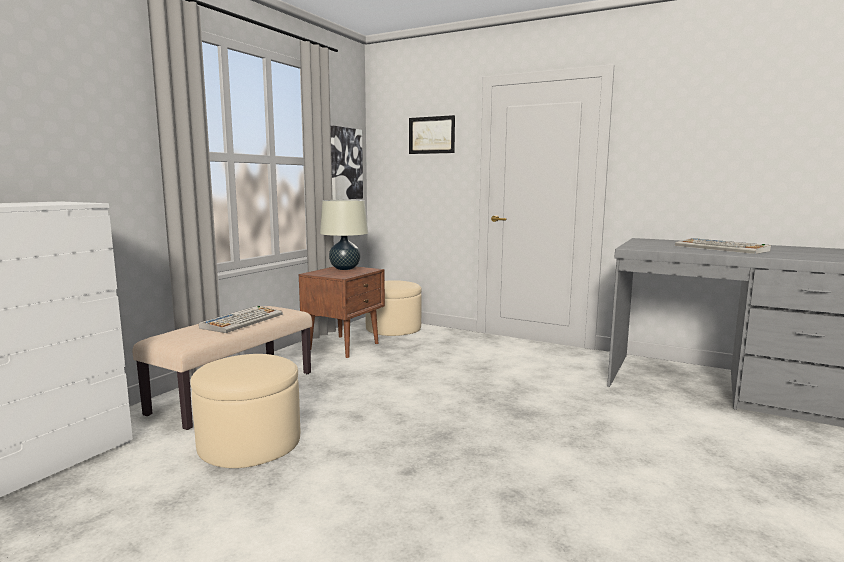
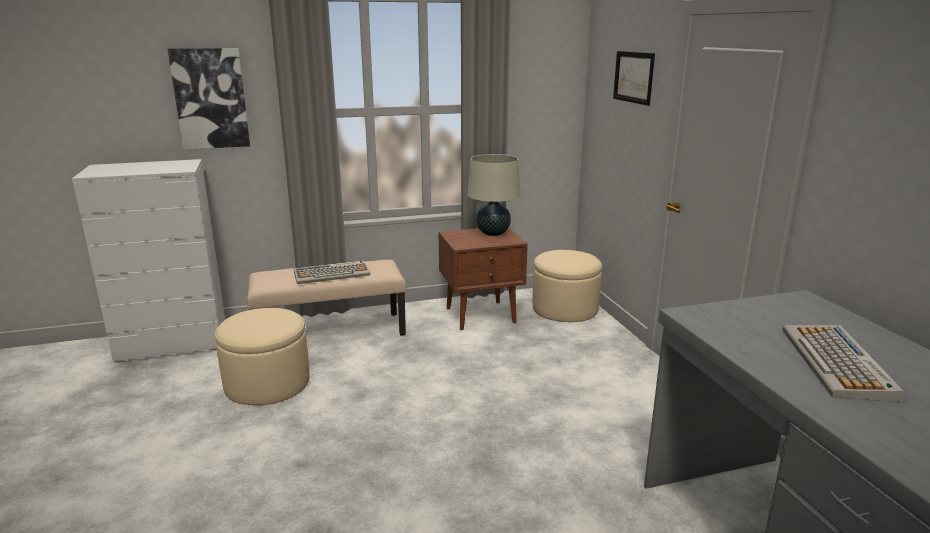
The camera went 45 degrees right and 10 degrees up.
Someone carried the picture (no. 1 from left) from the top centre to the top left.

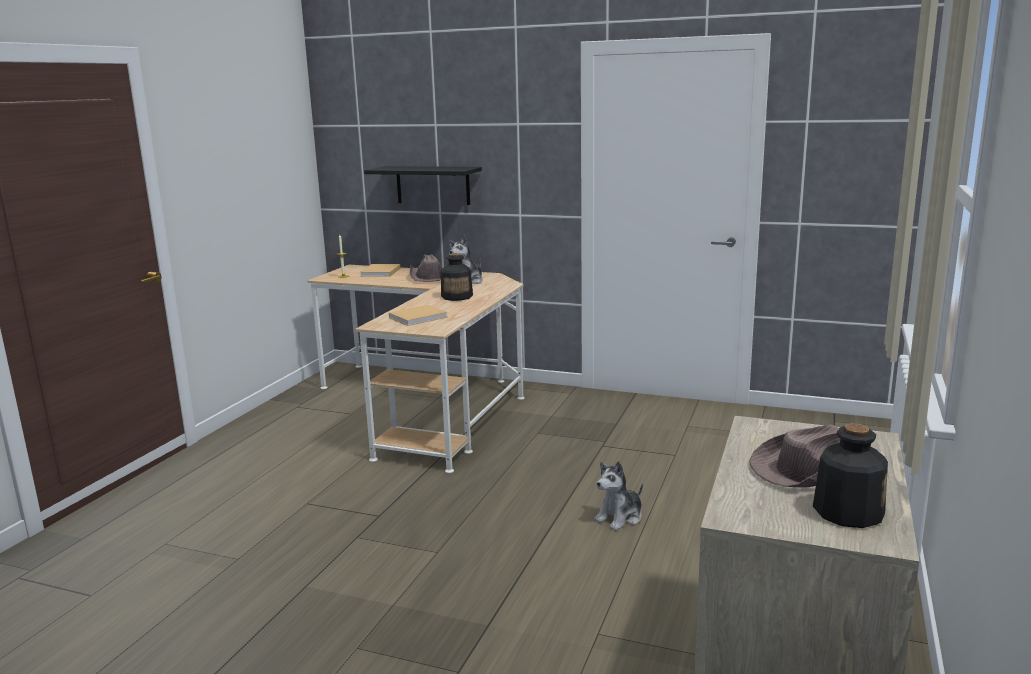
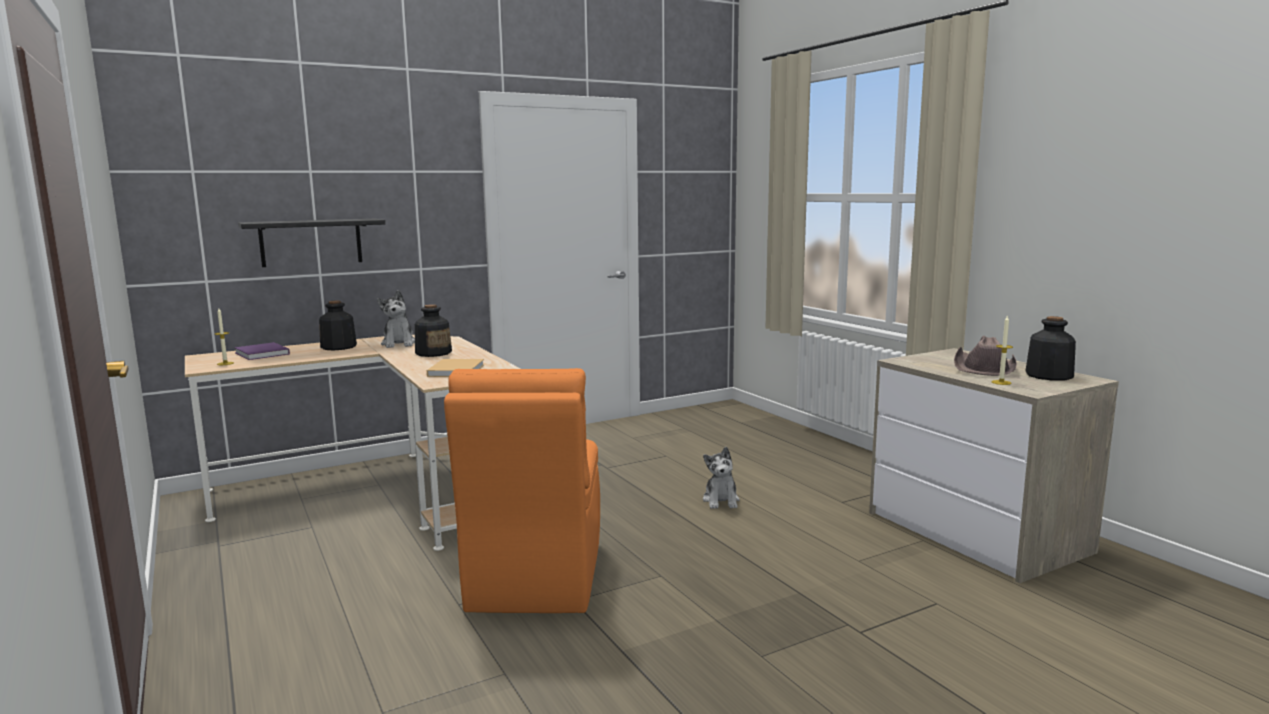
The camera went 50 degrees left and 5 degrees down.
Someone repainted the beige book (no. 1 from left) at the centre, which became the purple book at the middle left.
Someone swapped the brown hat (no. 1 from left) at the centre for the bottle (no. 1 from left) at the middle left.
Someone put down the orange chair at the bottom centre.
Someone put down the candle (no. 2 from left) at the middle right.

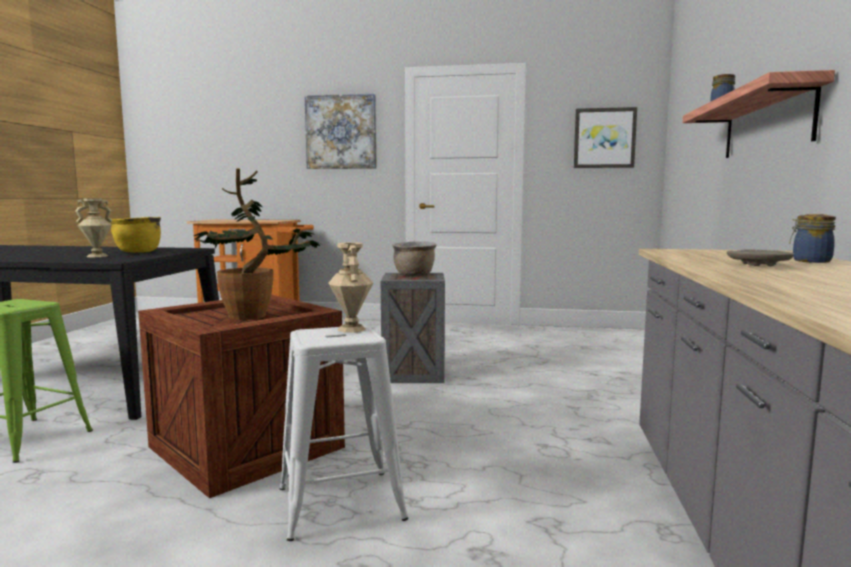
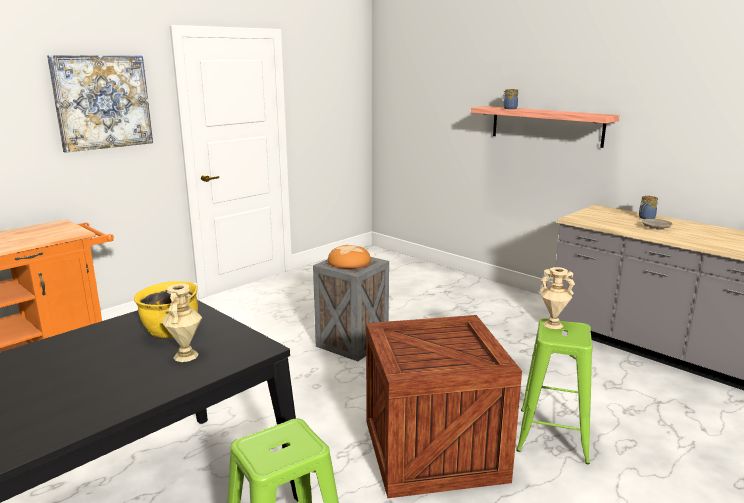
The camera went 55 degrees left and 10 degrees up.
Someone swapped the brown cooking pot at the centre for the bread at the centre.
Someone repainted the white stool at the bottom centre, which became the green stool (no. 2 from left) at the bottom right.
Someone took away the potted plant at the middle left.
Someone took away the picture (no. 2 from left) at the top right.

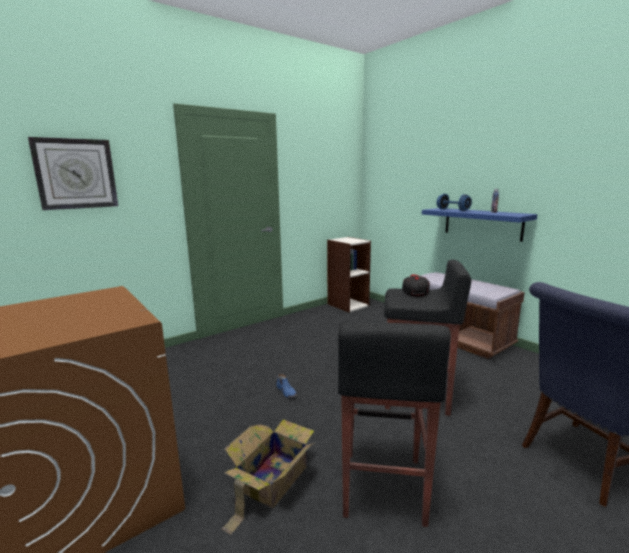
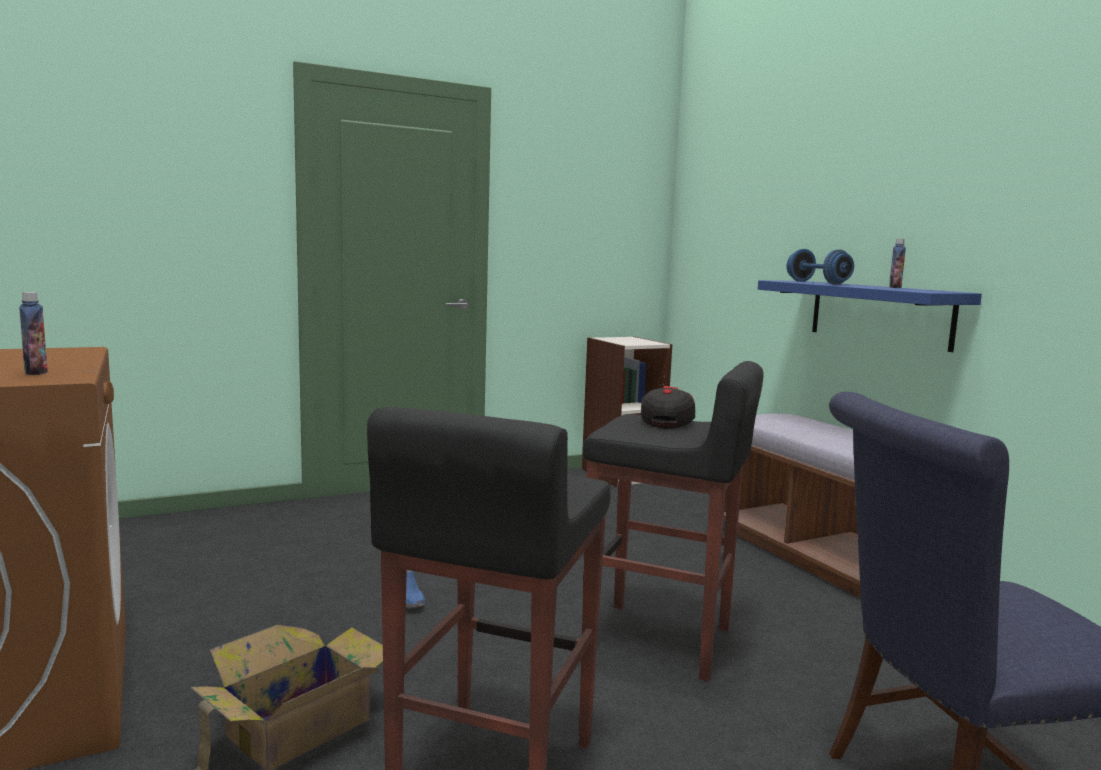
The camera went 10 degrees right and 5 degrees down.
Someone put down the bottle (no. 1 from left) at the middle left.
Someone took away the wall clock at the top left.

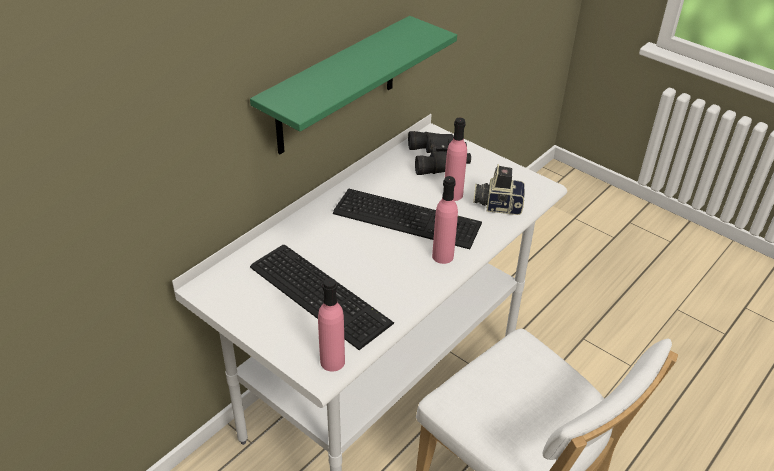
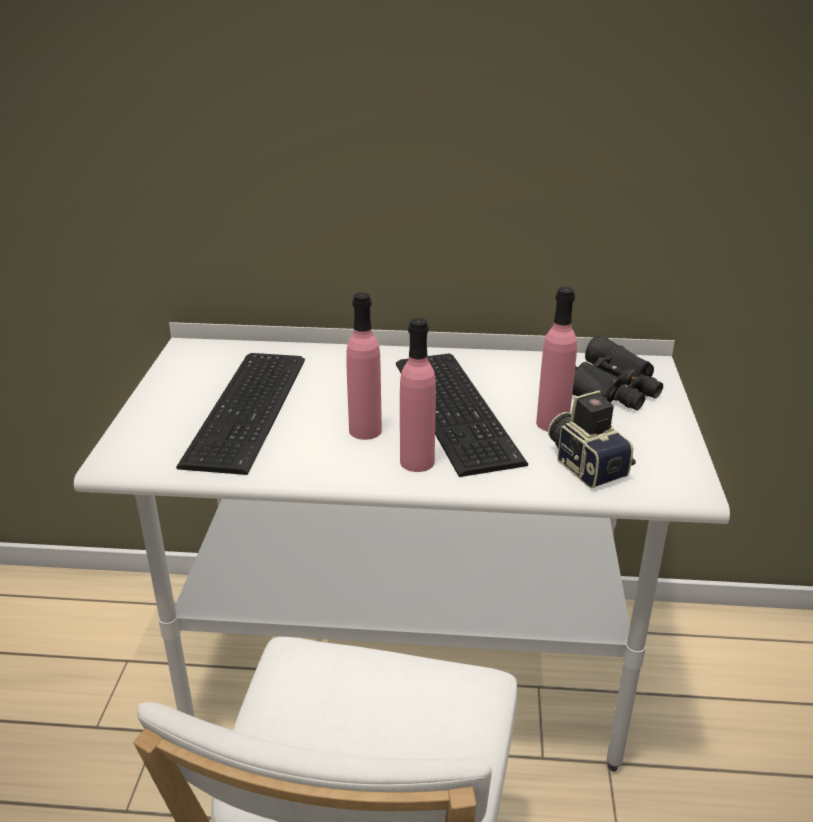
The camera went 55 degrees right and 10 degrees down.
Someone carried the pink bottle (no. 1 from left) from the bottom centre to the centre.
Someone took away the green shelf at the top centre.

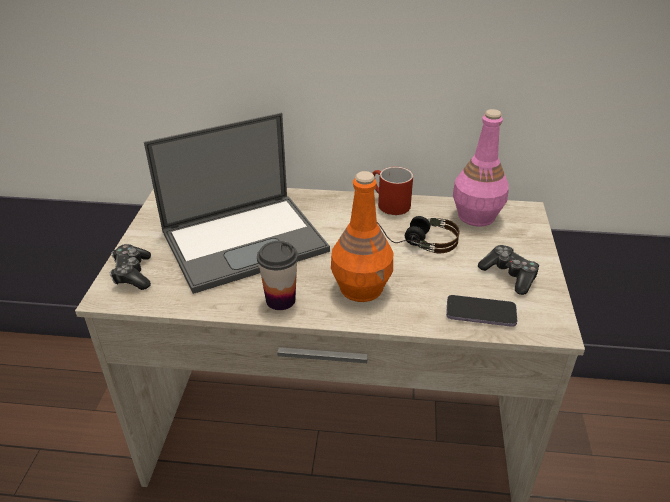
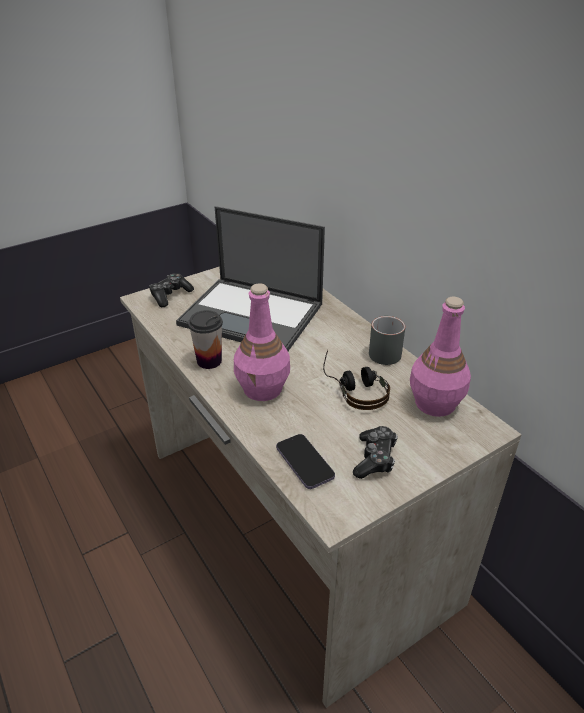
The camera went 50 degrees right and 0 degrees up.
Someone repainted the orange bottle at the centre, which became the pink bottle (no. 1 from left) at the centre.
Someone repainted the red mug at the centre, which became the grey mug at the centre.

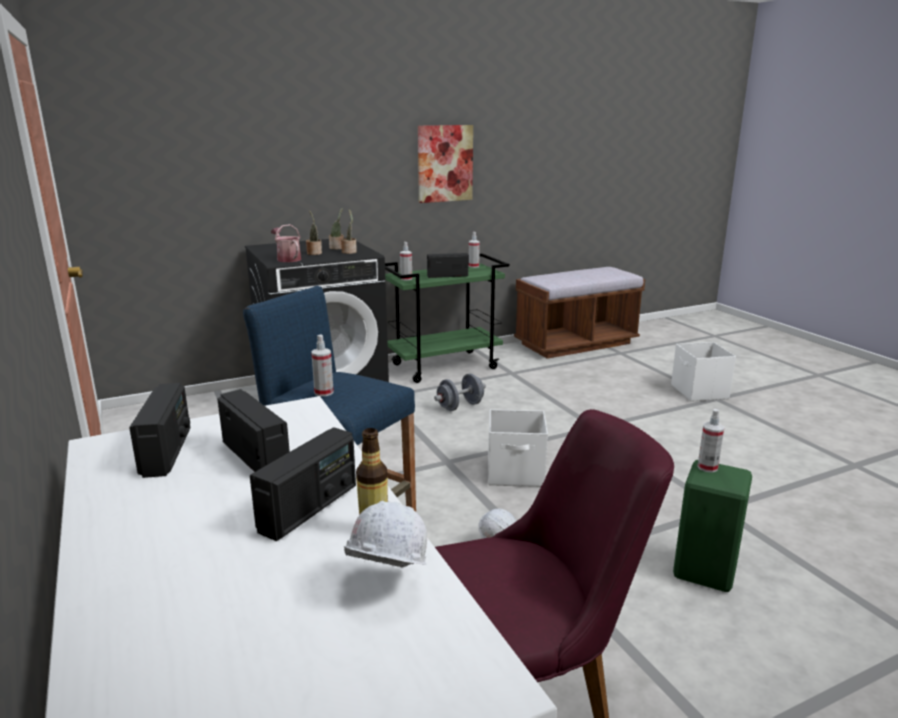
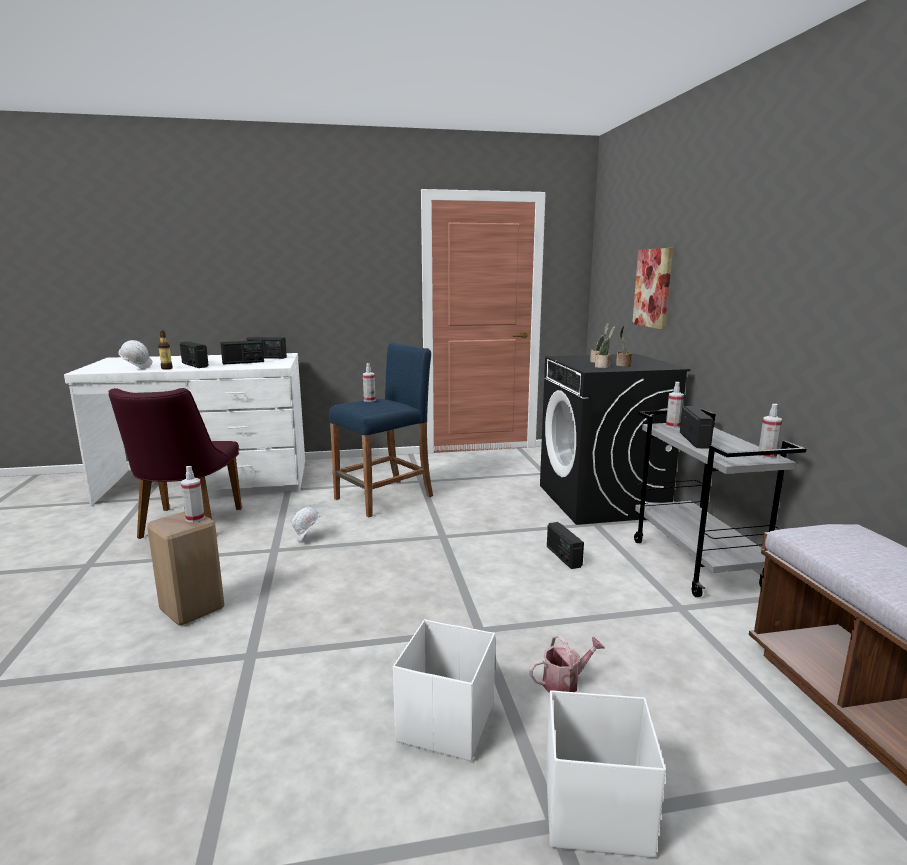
The camera went 105 degrees right and 5 degrees down.
Someone repainted the green stool at the bottom right, which became the beige stool at the middle left.
Someone carried the white storage box (no. 1 from left) from the centre to the bottom centre.
Someone carried the watering can from the middle left to the bottom centre.
Someone swapped the grey dumbbell at the centre for the radio (no. 4 from left) at the centre.
Someone carried the picture from the top centre to the middle right.
Someone repainted the green cart at the centre, which became the grey cart at the middle right.

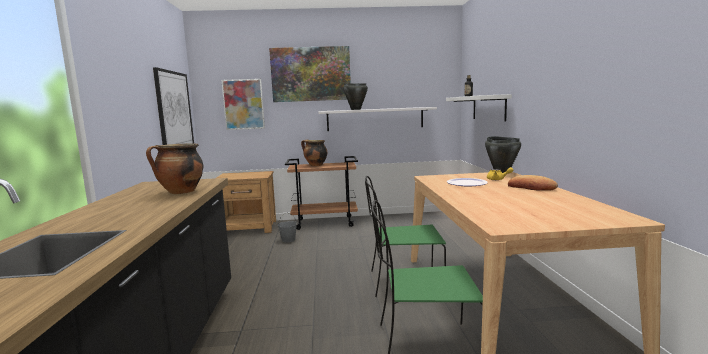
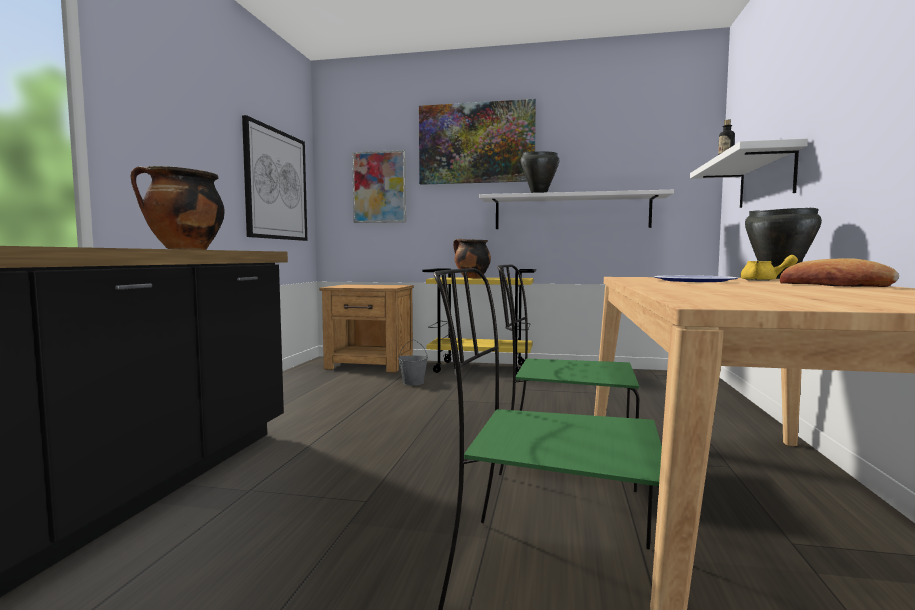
The camera went 15 degrees right and 5 degrees down.
Someone repainted the brown cart at the centre, which became the yellow cart at the centre.

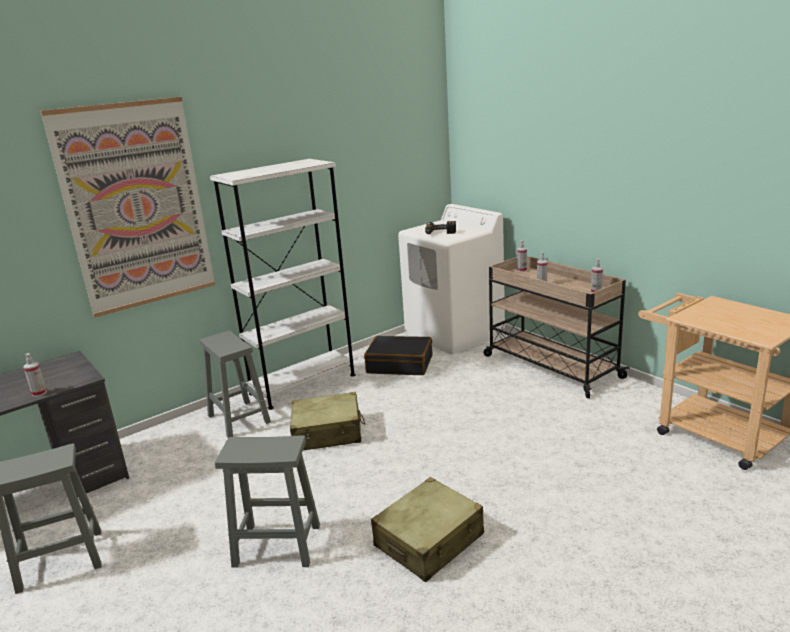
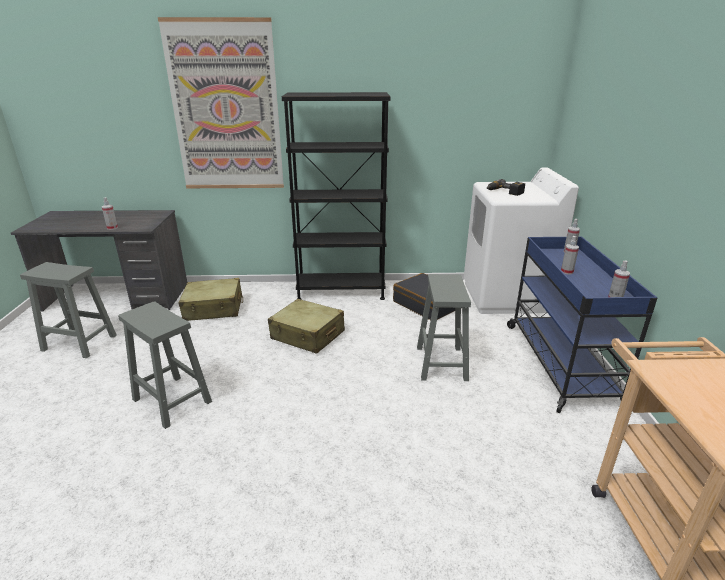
The camera went 35 degrees right and 5 degrees up.
Someone carried the beige suitcase (no. 2 from left in the first image) from the bottom centre to the middle left.
Someone repainted the white bookcase at the centre, which became the black bookcase at the centre.
Someone carried the grey stool (no. 2 from left in the first image) from the middle left to the centre.
Someone repainted the beige cart (no. 1 from left) at the middle right, which became the blue cart at the middle right.

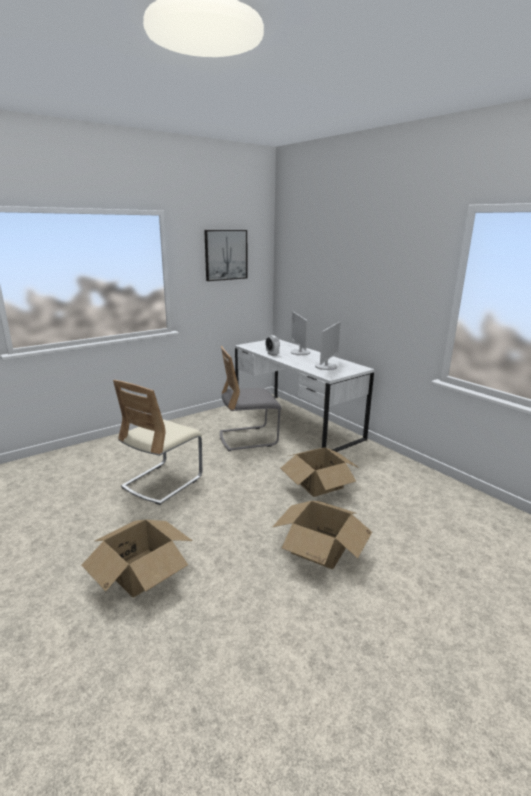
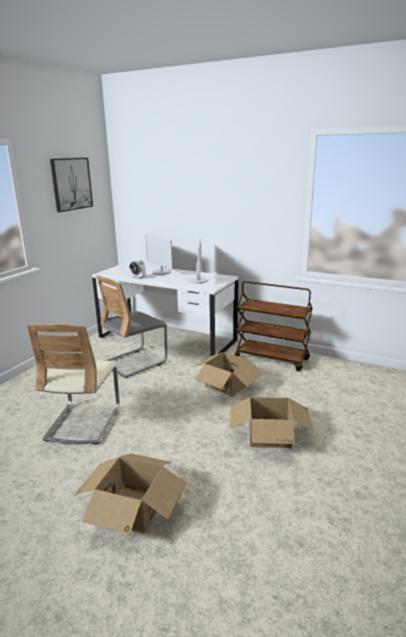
The camera went 25 degrees left and 0 degrees up.
Someone put down the brown cart at the middle right.

